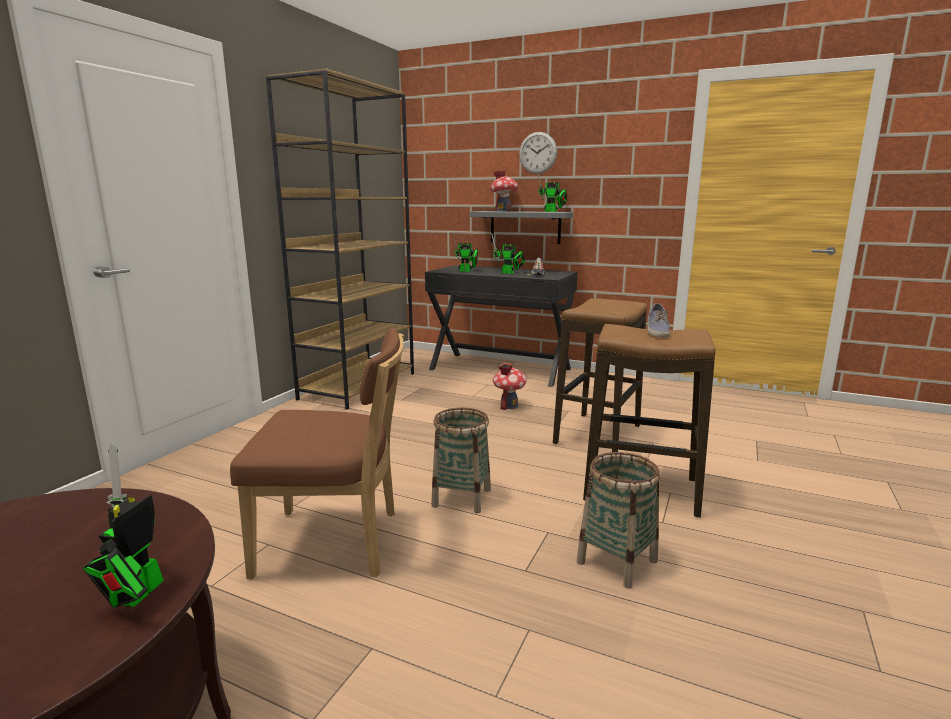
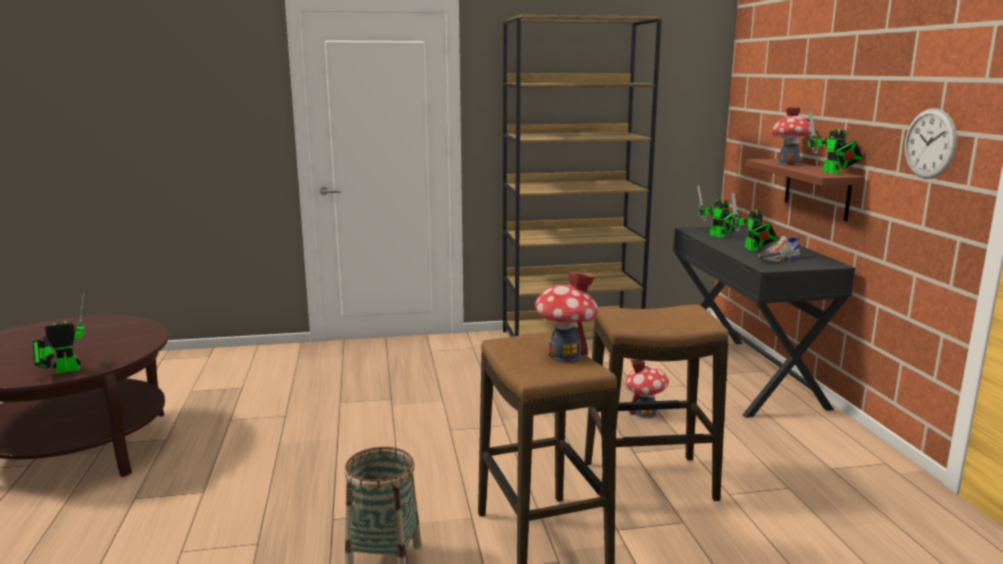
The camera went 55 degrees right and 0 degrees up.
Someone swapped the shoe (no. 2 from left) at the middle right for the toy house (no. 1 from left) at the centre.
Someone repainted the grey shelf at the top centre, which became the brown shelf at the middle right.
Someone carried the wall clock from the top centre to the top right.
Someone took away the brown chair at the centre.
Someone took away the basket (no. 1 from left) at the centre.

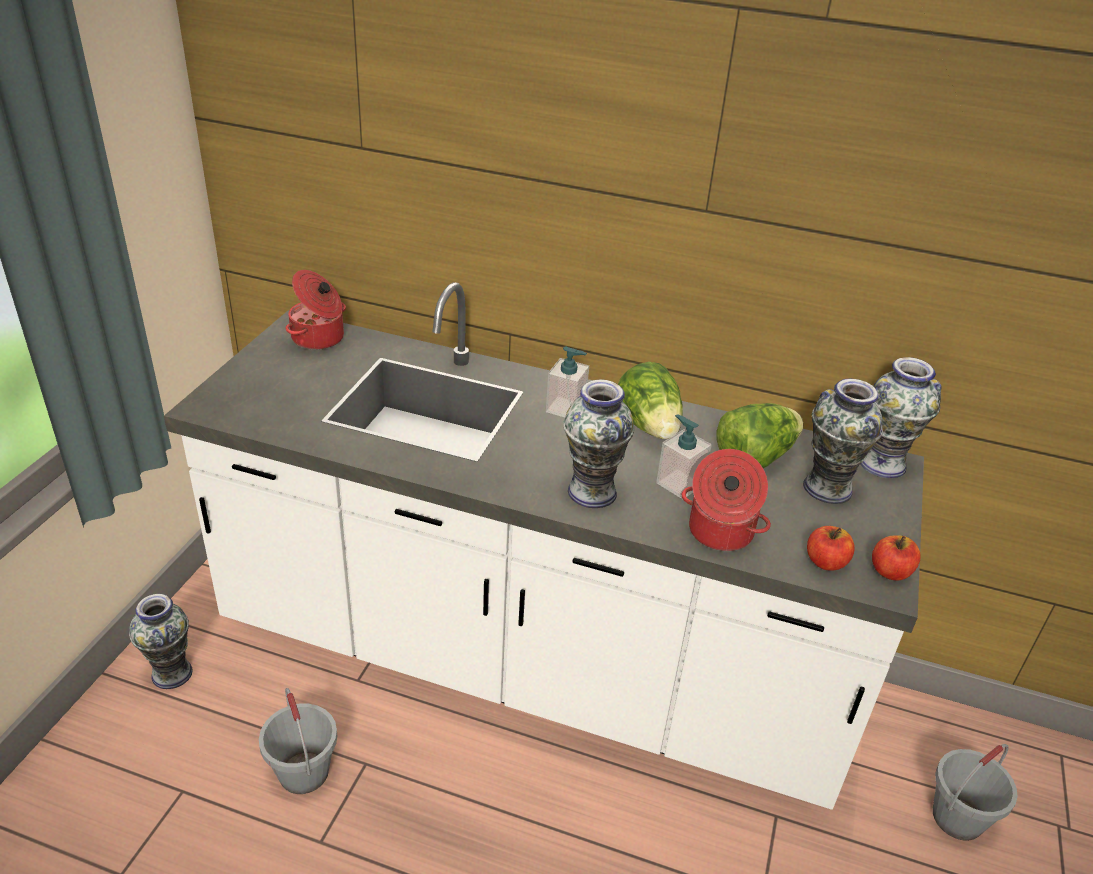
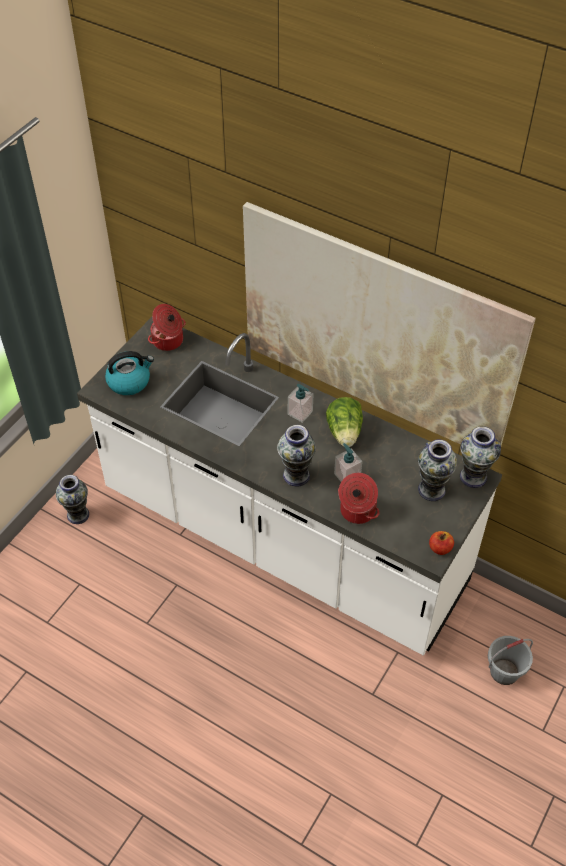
The camera went 15 degrees right and 15 degrees up.
Someone put down the kettle at the middle left.
Someone put up the picture at the middle right.
Someone took away the grey bucket (no. 1 from left) at the bottom left.
Someone took away the lettuce (no. 2 from left) at the middle right.
Someone took away the apple (no. 1 from left) at the middle right.

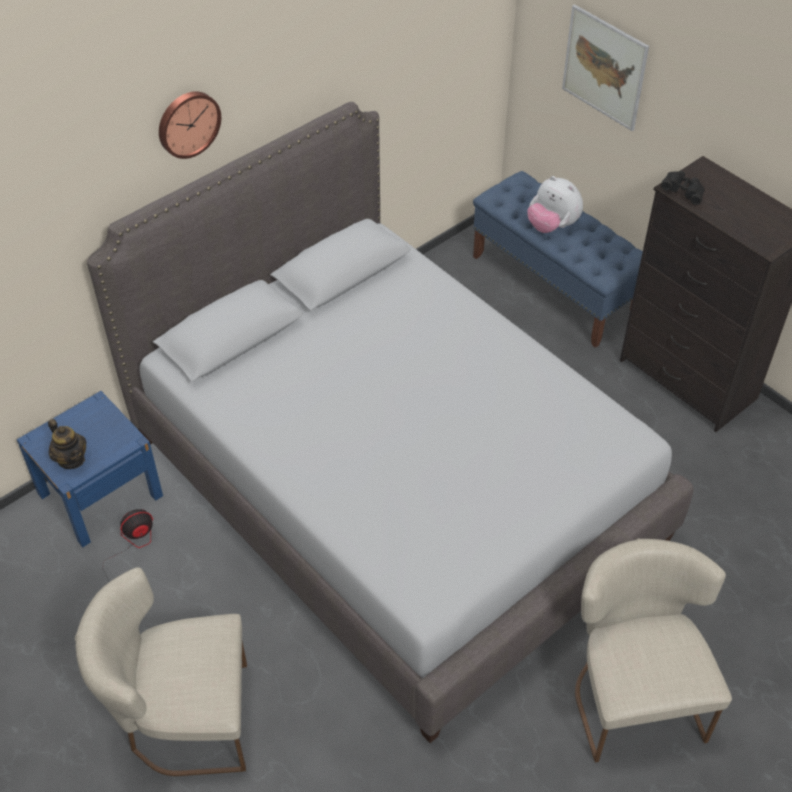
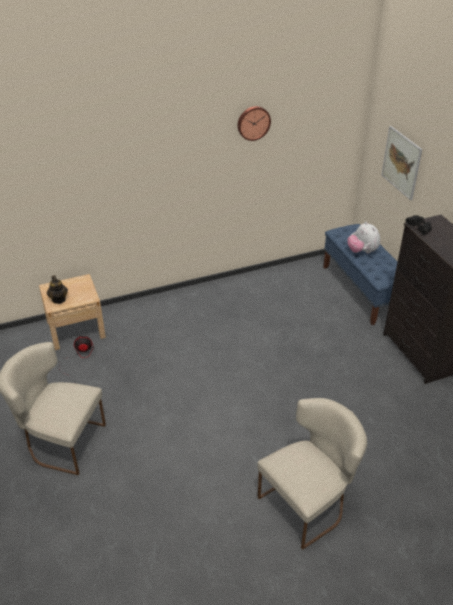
The camera went 20 degrees right and 10 degrees down.
Someone repainted the blue nightstand at the middle left, which became the beige nightstand at the middle left.
Someone carried the wall clock from the top left to the top centre.
Someone rotated the beige chair (no. 2 from left) at the bottom right by 45 degrees clockwise.
Someone took away the grey bed at the centre.

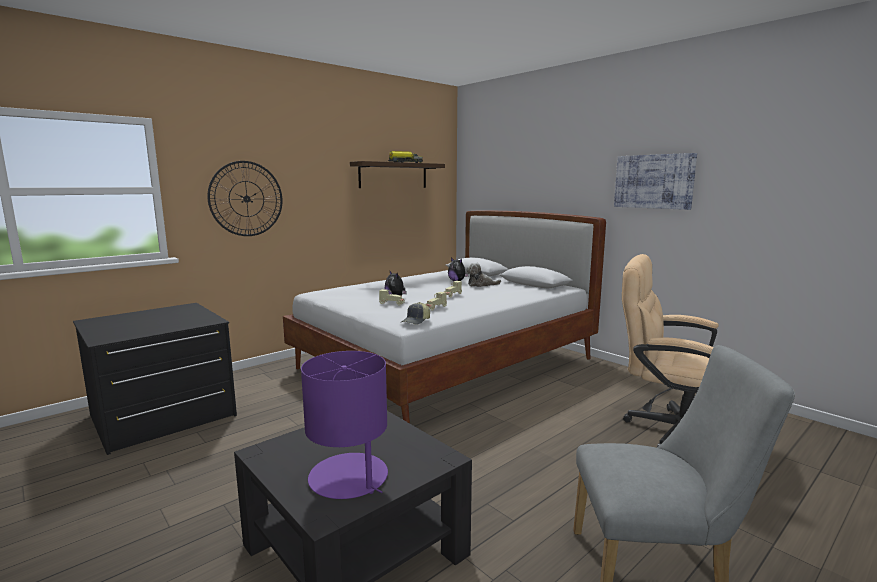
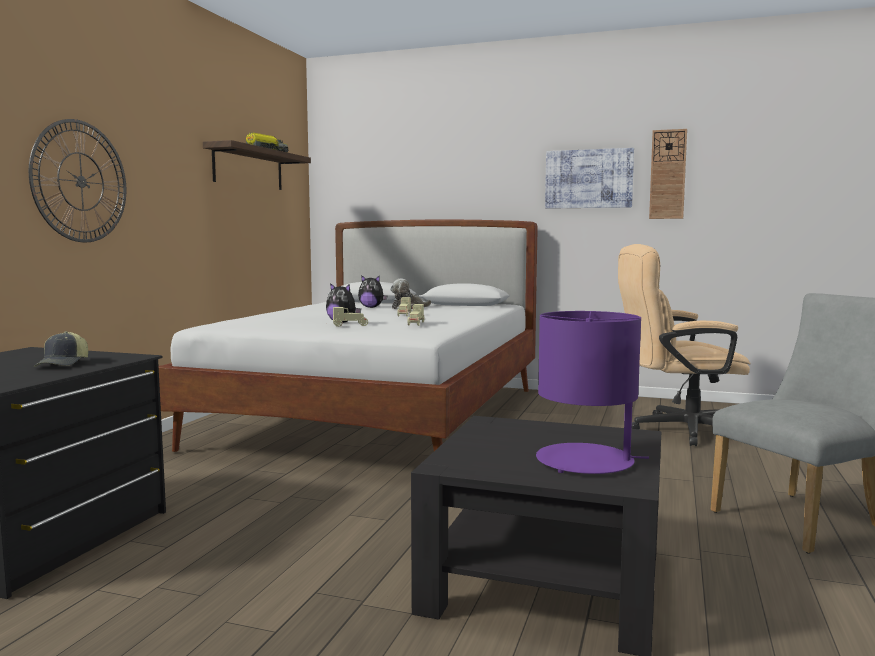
The camera went 30 degrees left and 5 degrees down.
Someone carried the cap from the centre to the middle left.
Someone put up the wall clock (no. 2 from left) at the top right.

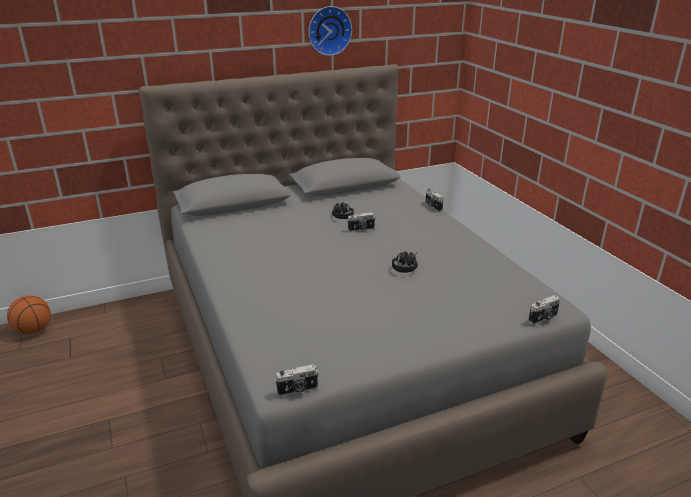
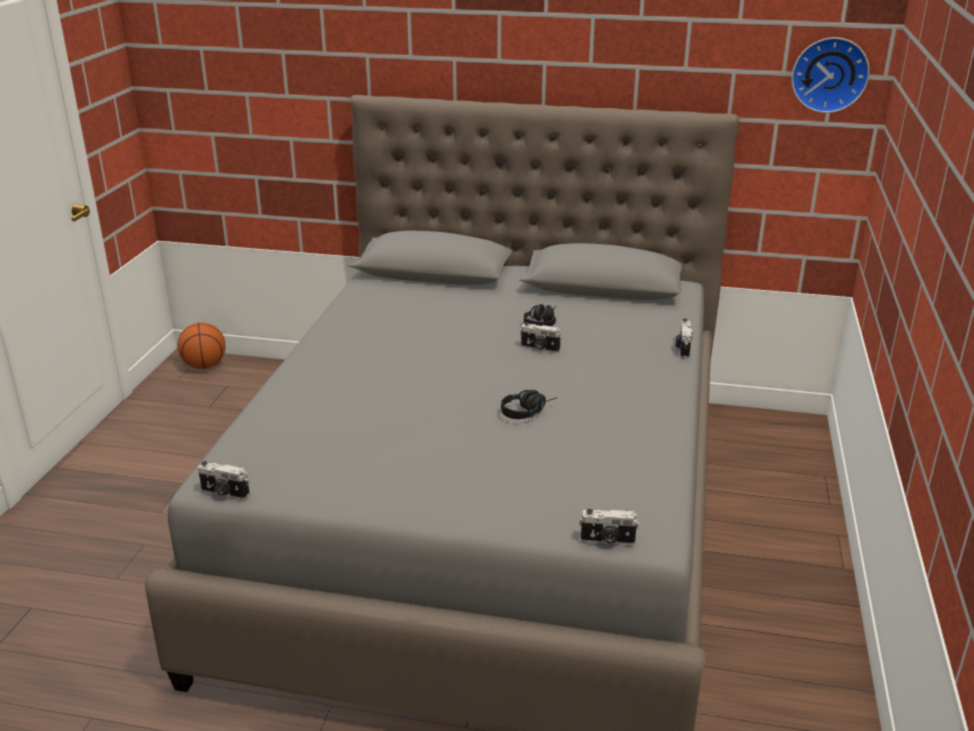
The camera went 35 degrees right and 0 degrees up.
Someone carried the wall clock from the top centre to the top right.

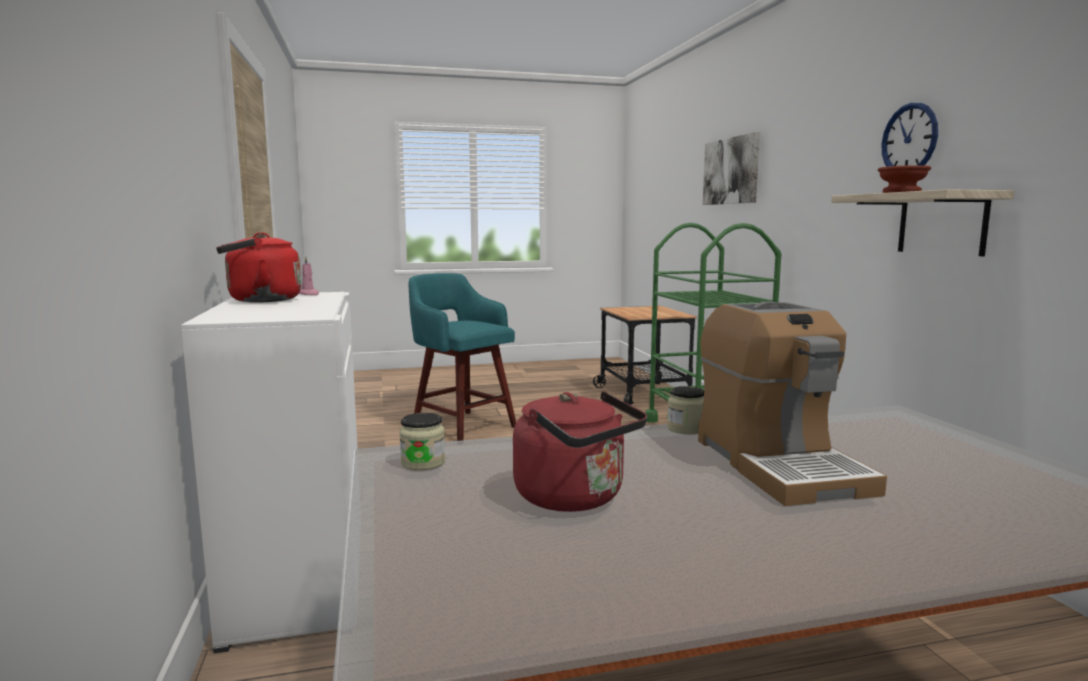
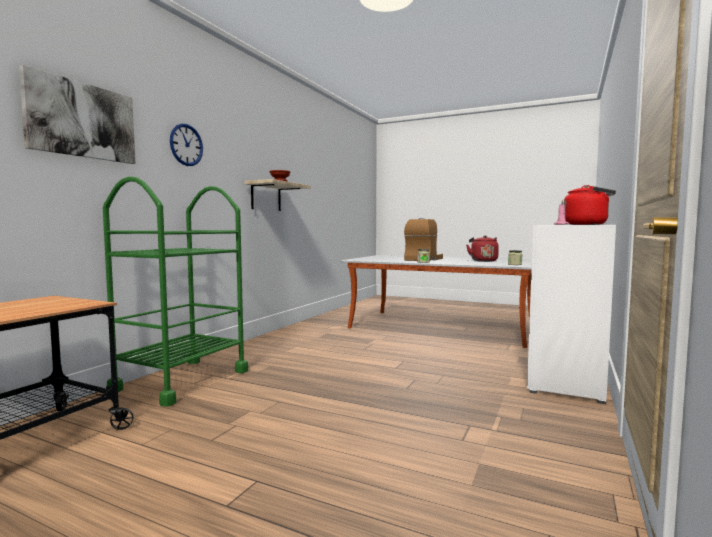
The camera went 140 degrees left and 5 degrees down.
Someone carried the wall clock from the top right to the top left.
Someone took away the turquoise stool at the centre.

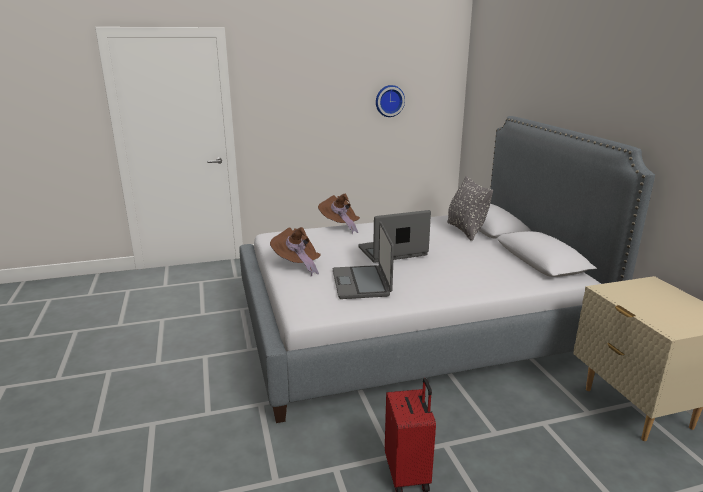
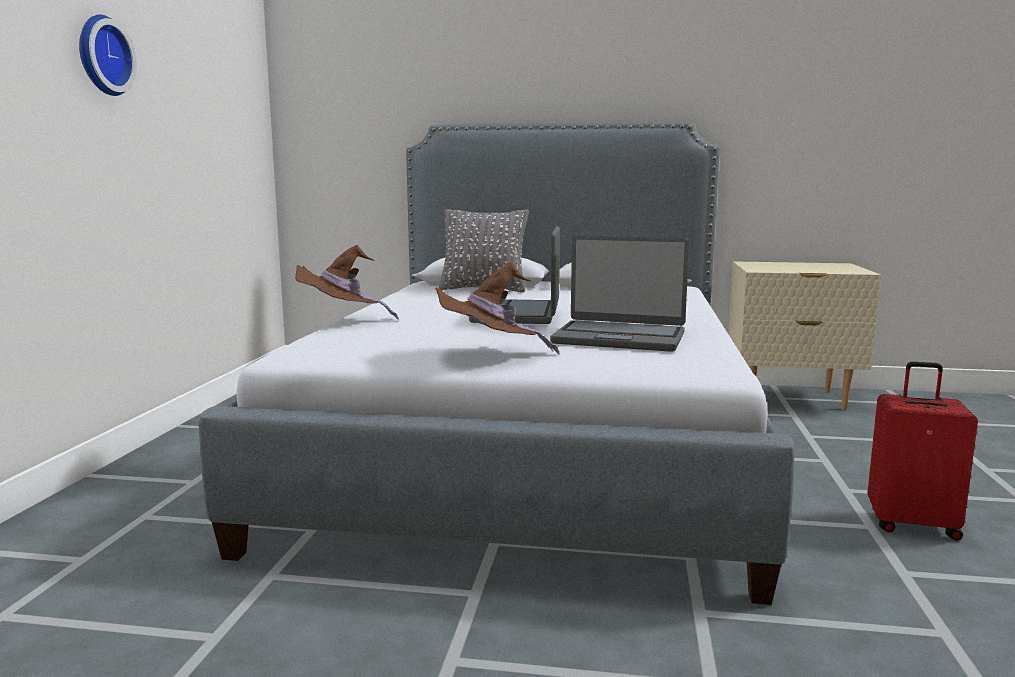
The camera went 65 degrees left and 10 degrees down.
Someone carried the wall clock from the top centre to the top left.

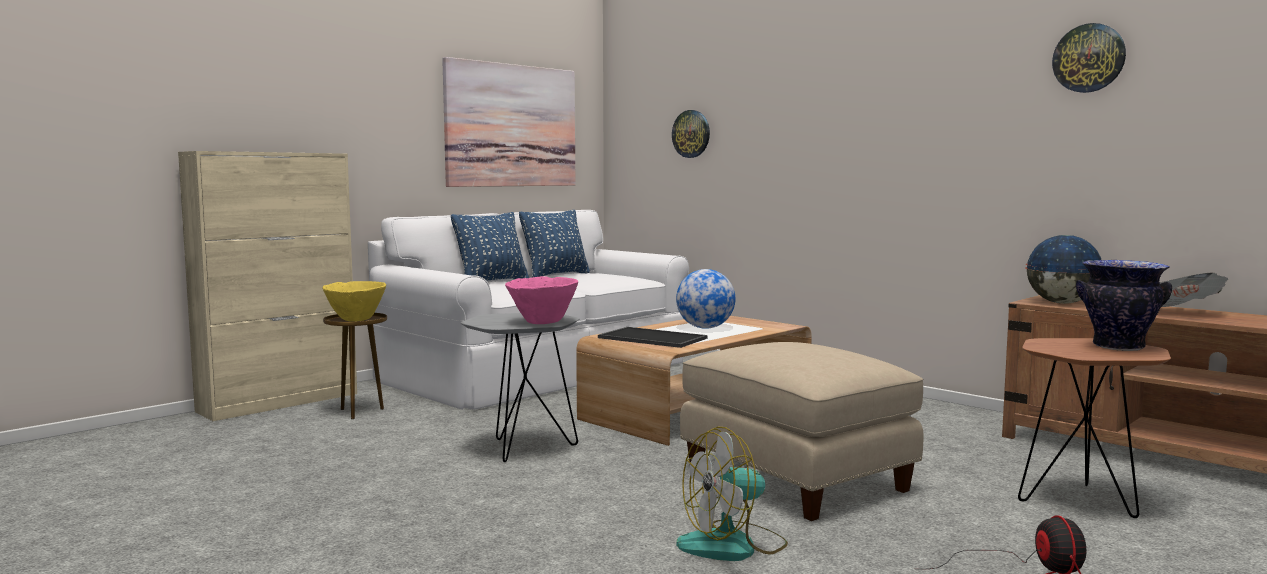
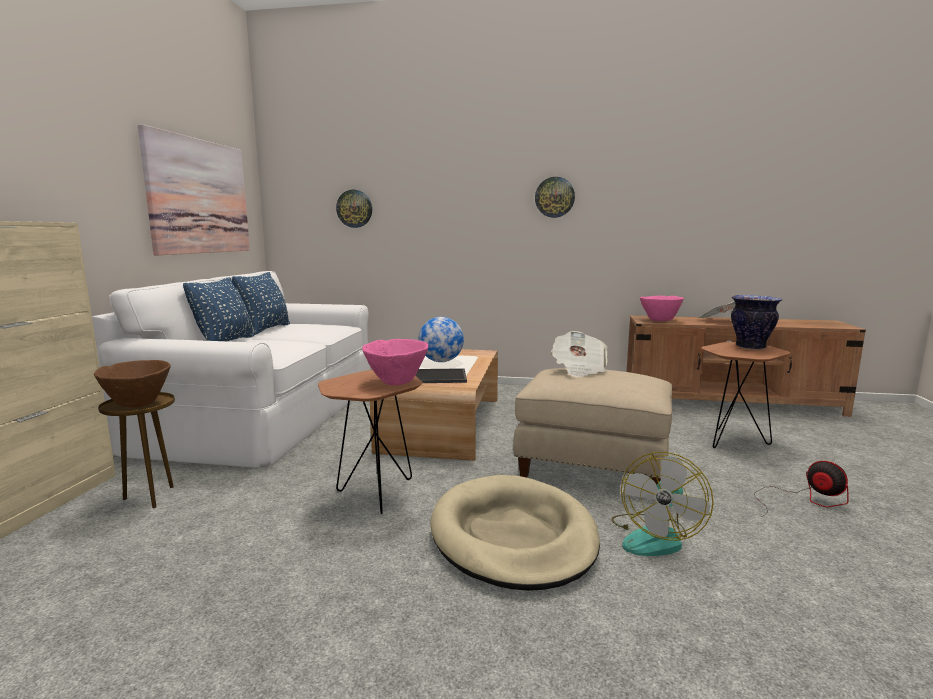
The camera went 35 degrees left and 5 degrees up.
Someone repainted the yellow bowl at the middle left, which became the brown bowl at the middle left.
Someone repainted the grey side table at the bottom centre, which became the brown side table (no. 2 from left) at the centre.
Someone put down the beige dog bed at the bottom centre.
Someone carried the wall clock (no. 2 from left) from the top right to the top centre.
Someone put down the newspaper (no. 1 from left) at the centre.
Someone swapped the globe (no. 2 from left) at the middle right for the pink bowl (no. 2 from left) at the middle right.

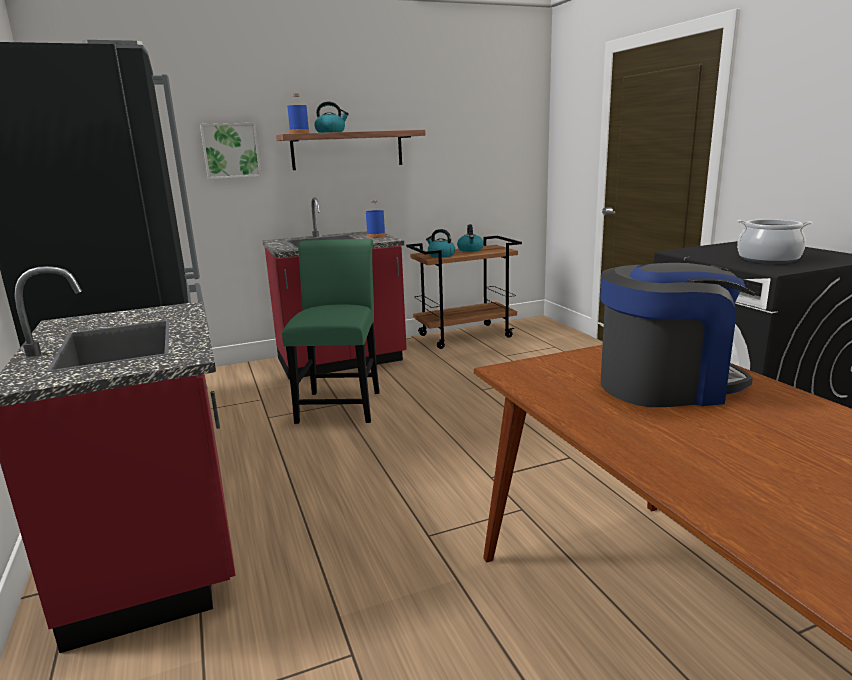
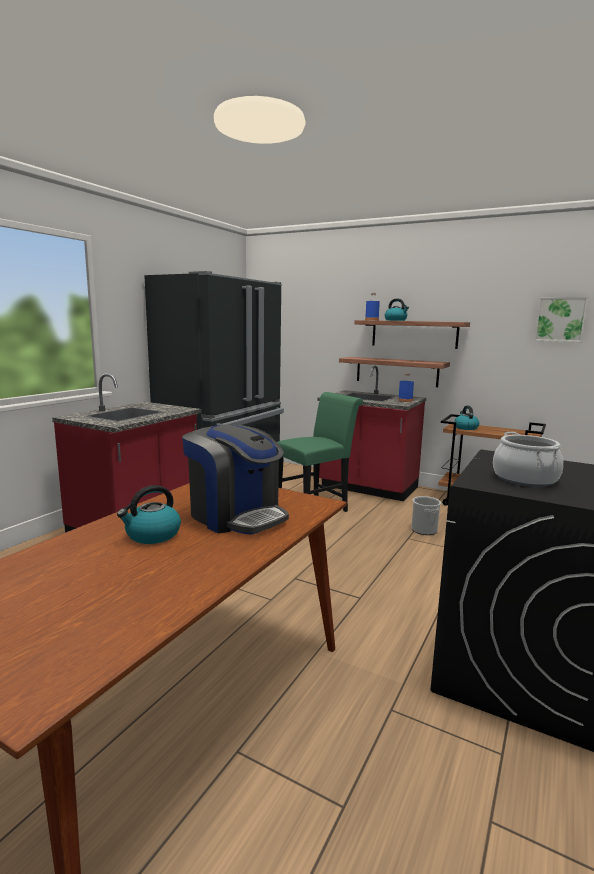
The camera went 50 degrees right and 5 degrees down.
Someone carried the kettle (no. 3 from left in the first image) from the centre to the middle left.
Someone put up the shelf (no. 1 from left) at the centre.
Someone put down the bucket at the middle right.
Someone carried the picture from the top left to the middle right.

